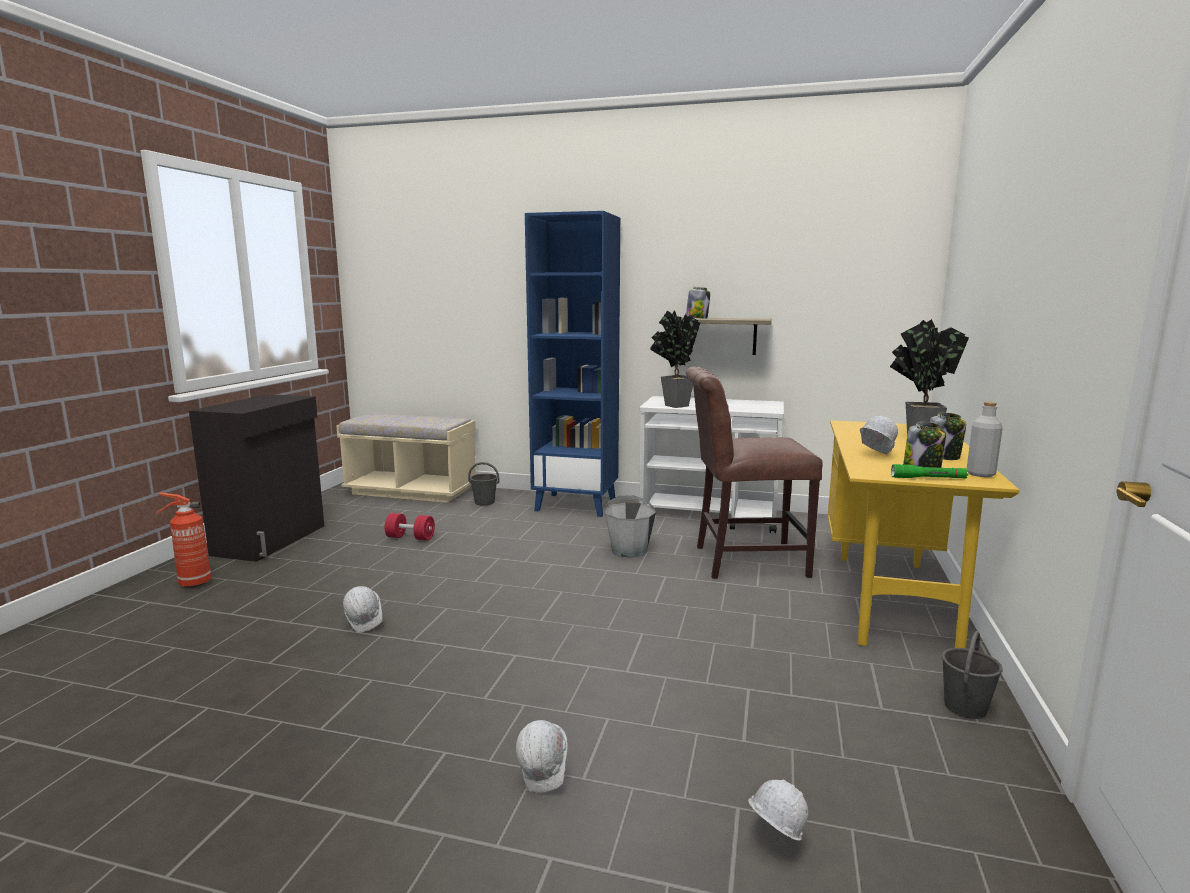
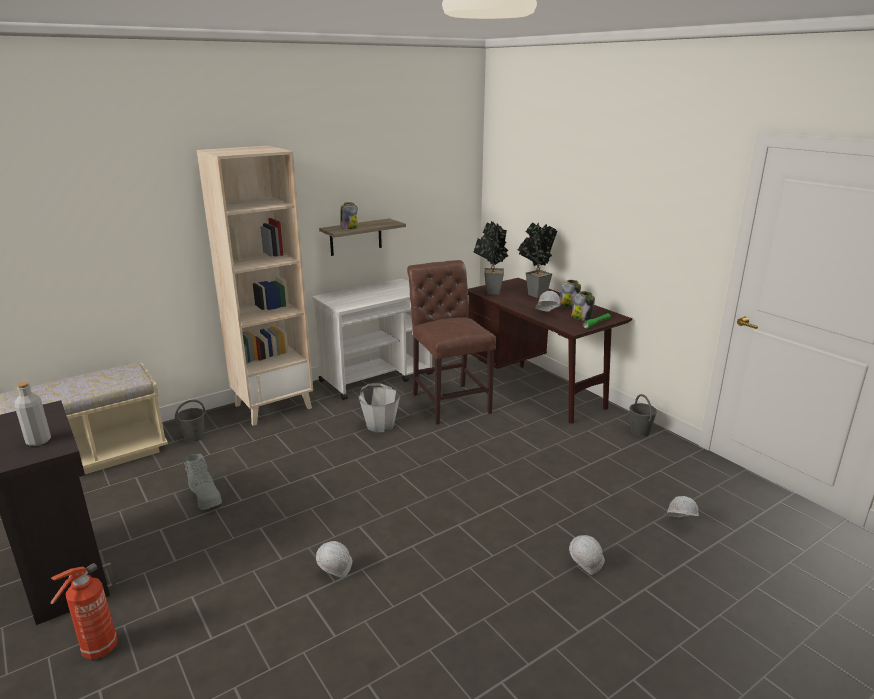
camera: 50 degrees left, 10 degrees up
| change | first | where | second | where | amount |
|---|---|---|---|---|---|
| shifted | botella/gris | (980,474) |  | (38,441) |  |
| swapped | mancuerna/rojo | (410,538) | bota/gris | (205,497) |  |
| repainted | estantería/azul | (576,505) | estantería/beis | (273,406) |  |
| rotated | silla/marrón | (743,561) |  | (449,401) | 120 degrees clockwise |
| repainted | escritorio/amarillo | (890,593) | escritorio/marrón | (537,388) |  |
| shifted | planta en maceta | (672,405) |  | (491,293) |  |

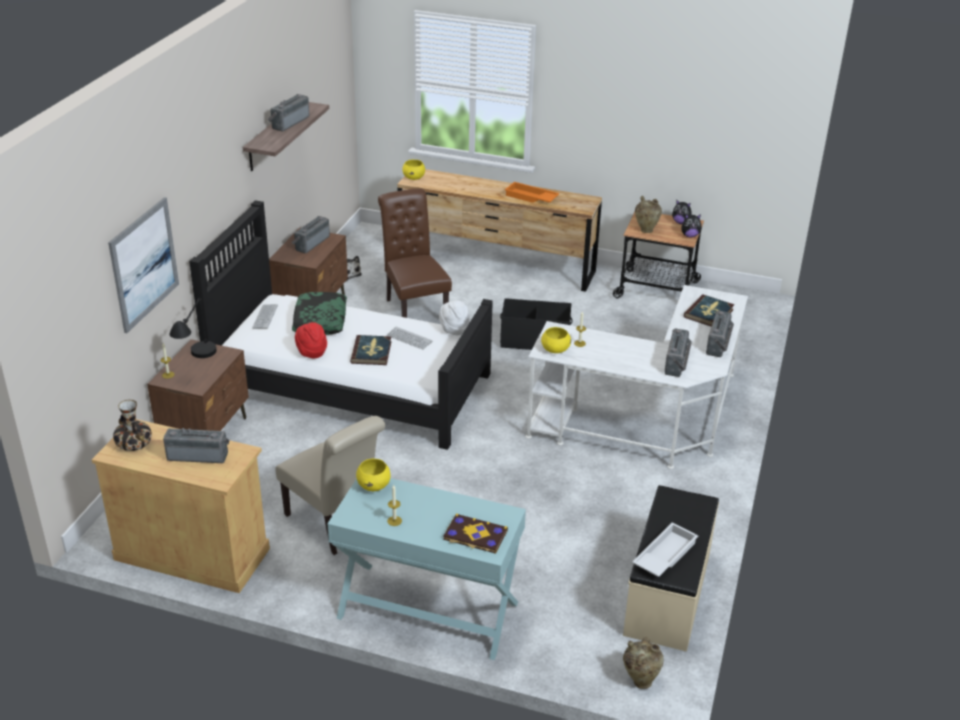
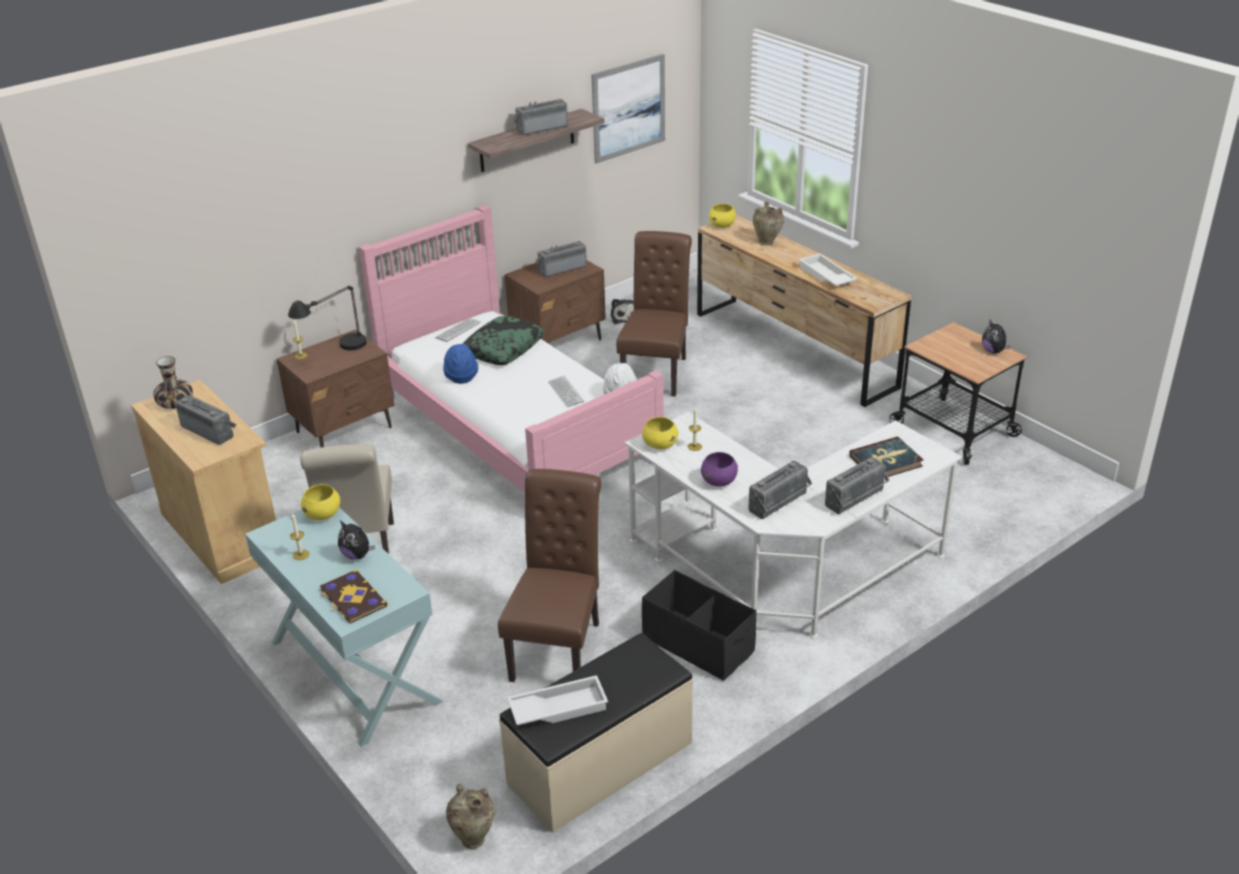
camera: 35 degrees right, 0 degrees up
| change | first | where | second | where | amount |
|---|---|---|---|---|---|
| shifted | peluche | (690,236) |  | (357,555) |  |
| repainted | cama/negro | (350,384) | cama/rosa | (515,427) |  |
| repainted | sombrero/rojo | (311,352) | sombrero/azul | (461,376) |  |
| new |  |  | silla/marrón | (558,646) |  |
| shifted | cuadro | (144,264) |  | (628,108) |  |
| shifted | caja de almacenaje/negro | (535,340) |  | (698,644) |  |
| new |  |  | cuenco/morado | (719,481) |  |
| shifted | florero/beis | (646,230) |  | (767,242) |  |
| repainted | bandeja/naranja | (530,197) | bandeja/blanco | (825,276) |  |
| gone | libro | (371,352) |  |  |  |

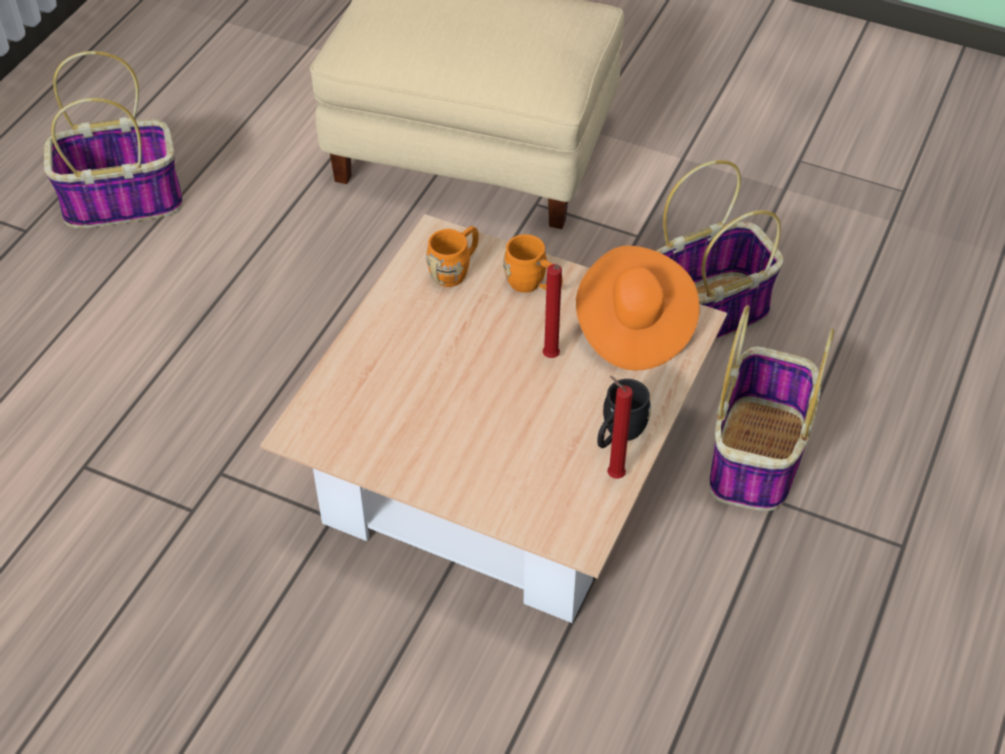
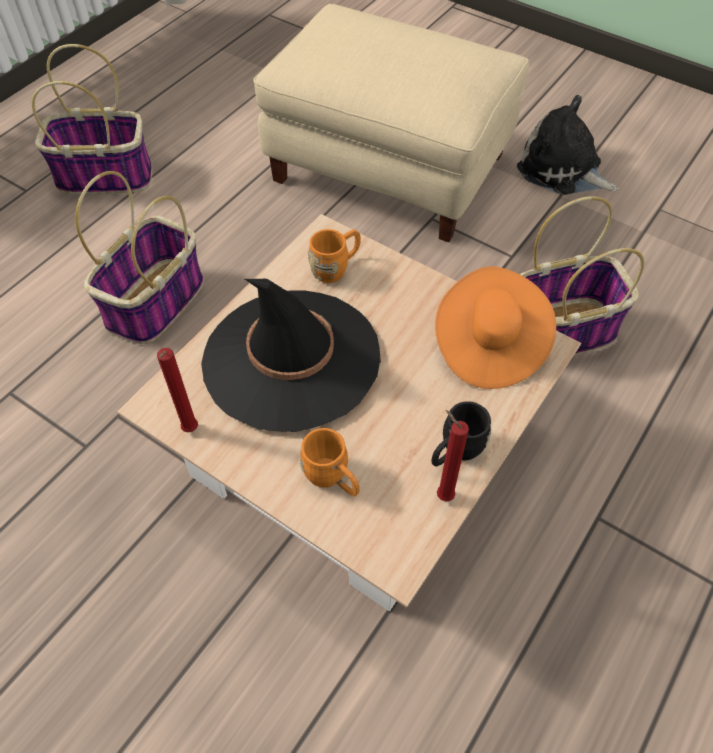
camera: 10 degrees right, 5 degrees up
| change | first | where | second | where | amount |
|---|---|---|---|---|---|
| shifted | cesta | (757,457) |  | (155,304) |  |
| shifted | vela/rojo | (551,358) |  | (190,431) |  |
| new |  |  | sombrero/negro | (291,359) |  |
| shifted | taza grande/naranja | (533,285) |  | (332,479) |  |
| new |  |  | peluche | (562,170) |  |

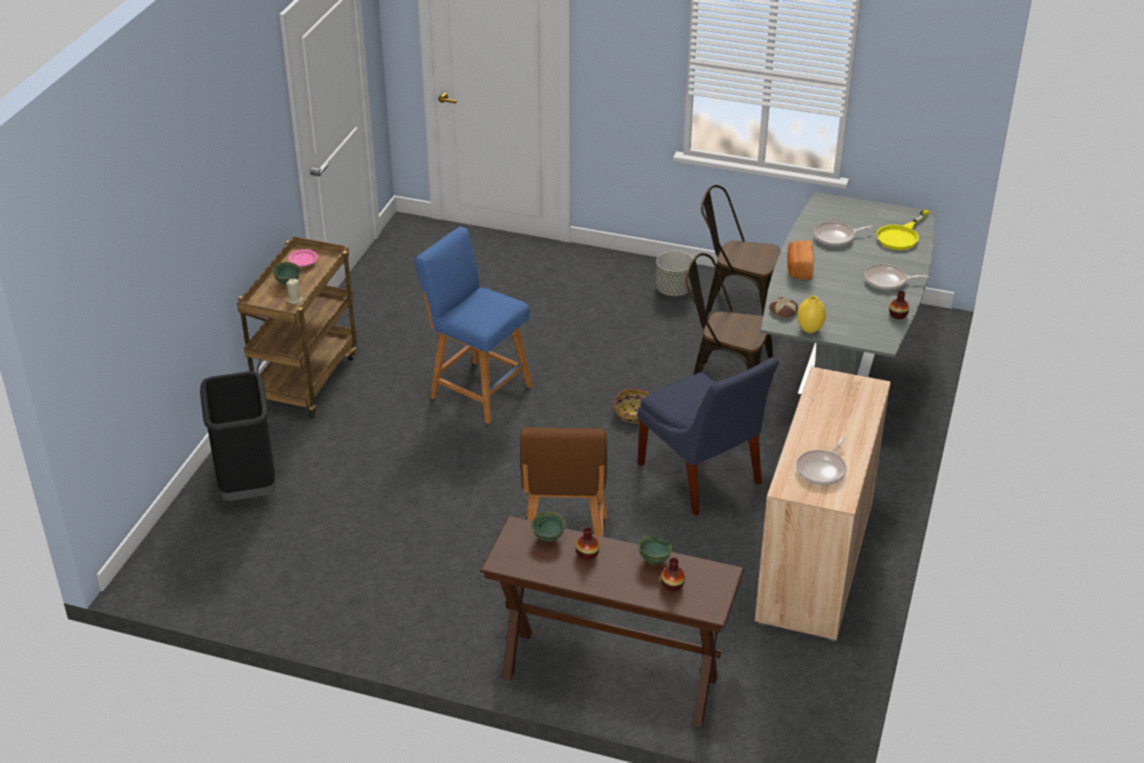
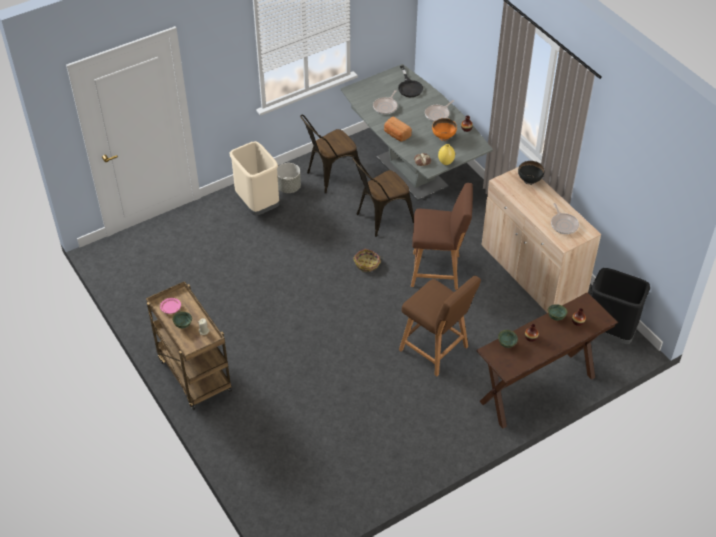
camera: 50 degrees left, 10 degrees up
| change | first | where | second | where | amount |
|---|---|---|---|---|---|
| new |  |  | papelera/beis | (257,205) |  |
| repainted | sartén/amarillo | (901,236) | sartén/negro | (409,86) |  |
| swapped | silla/azul | (702,477) | taburete/marrón | (438,271) |  |
| new |  |  | cuenco/naranja | (443,137) |  |
| new |  |  | cuenco/negro | (529,181) |  |
| shifted | papelera/negro | (248,486) |  | (609,332) |  |
| gone | taburete/azul | (477,389) |  |  |  |

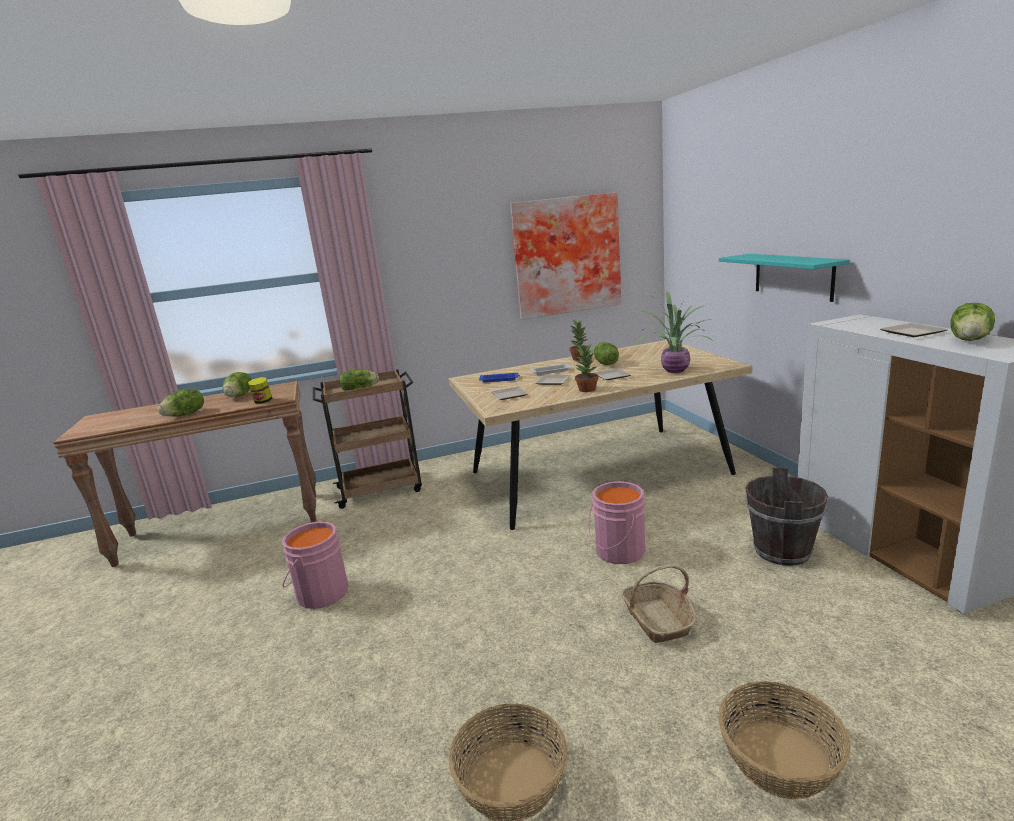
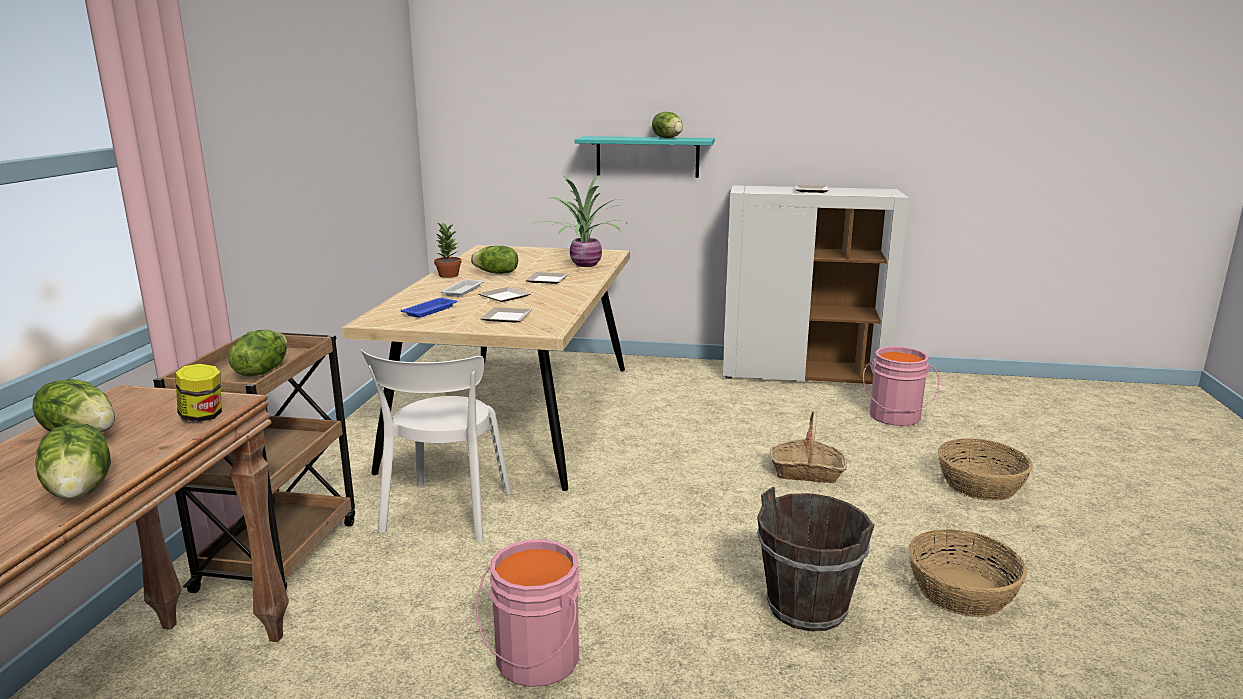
camera: 65 degrees left, 0 degrees up
| change | first | where | second | where | amount |
|---|---|---|---|---|---|
| new |  |  | silla/blanco | (445,514) |  |
| shifted | lechuga | (970,340) |  | (668,138) |  |
| shifted | cubo/marrón | (781,551) |  | (806,608) |  |
| shifted | cubo/rosa | (617,551) |  | (895,417) |  |
| gone | cuadro | (566,255) |  |  |  |
| gone | planta en maceta | (586,389) |  |  |  |

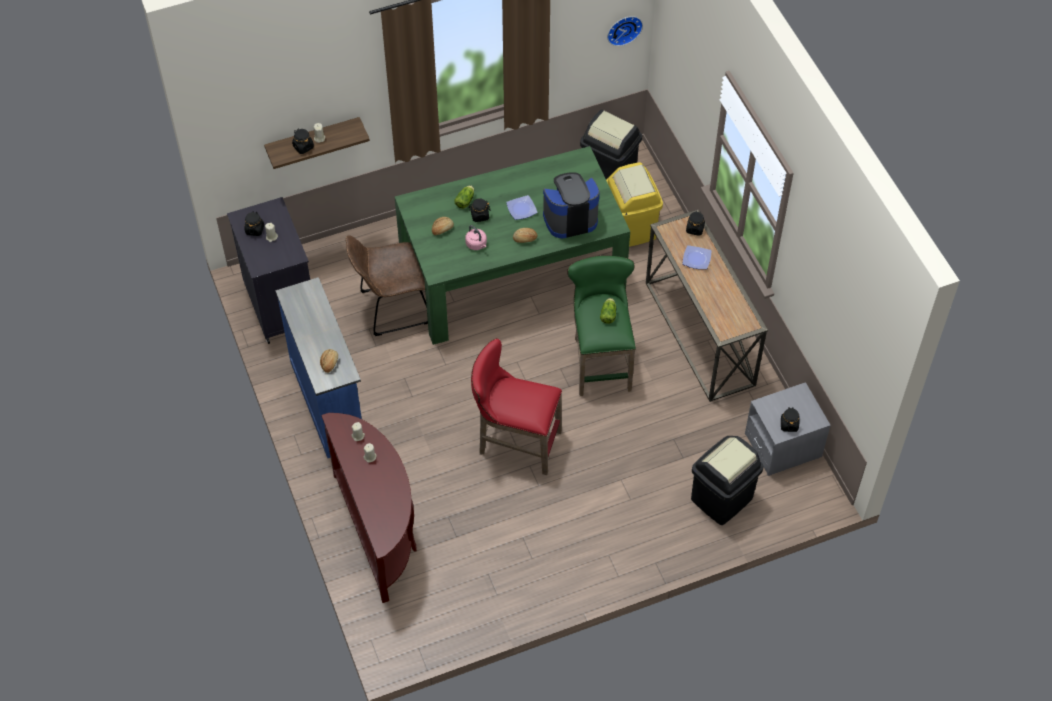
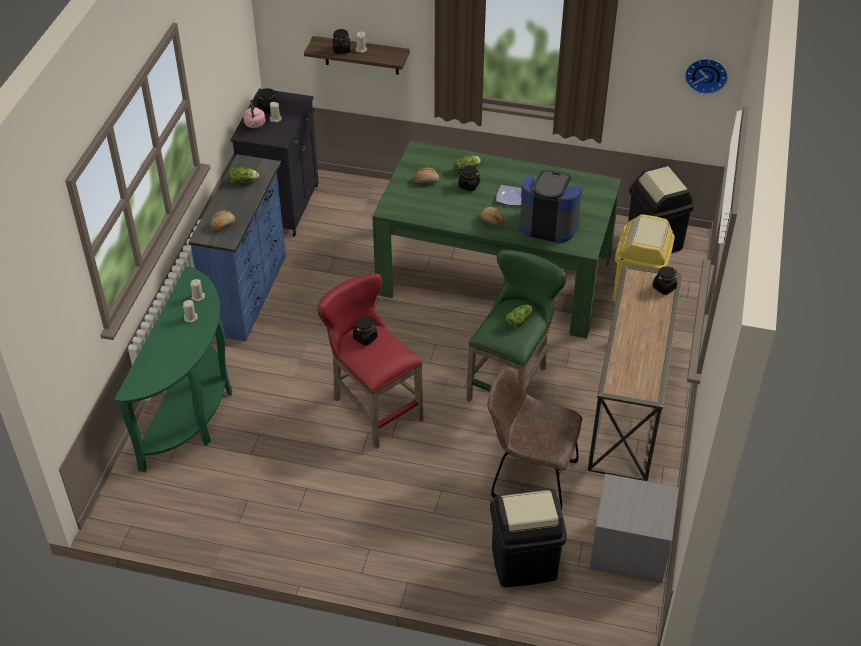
camera: 35 degrees right, 10 degrees down
| change | first | where | second | where | amount |
|---|---|---|---|---|---|
| repainted | mesa consola/marrón | (379,531) | mesa consola/verde | (192,412) |  |
| new |  |  | lechuga | (244,181) |  |
| shifted | hervidor/rosa | (477,244) |  | (255,125) |  |
| shifted | tarro/negro | (789,425) |  | (365,338) |  |
| shifted | silla/marrón | (391,308) |  | (529,478) |  |
| gone | plato | (697,259) |  |  |  |

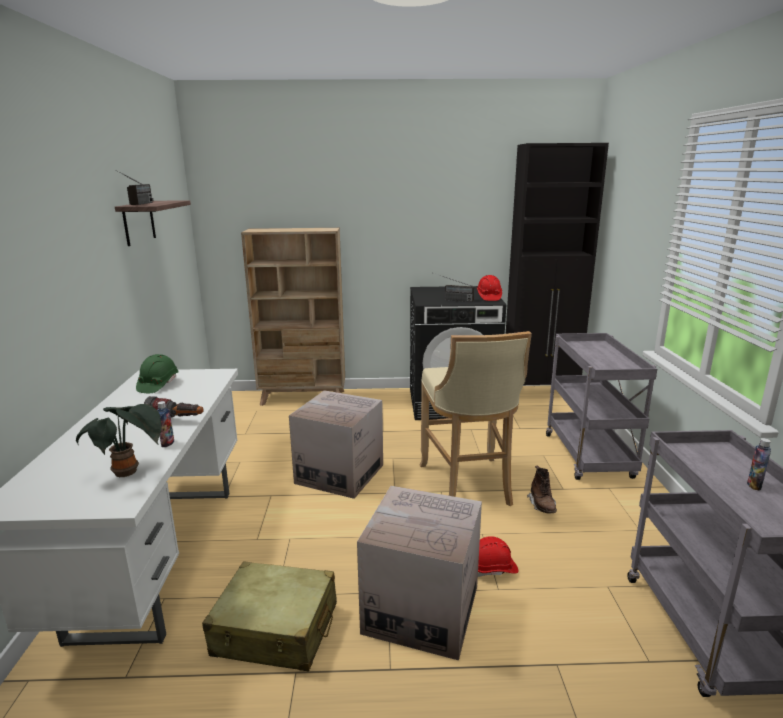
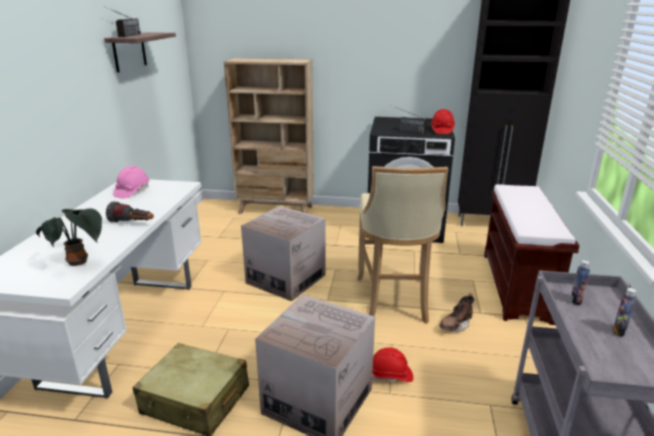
camera: 10 degrees right, 5 degrees up
| change | first | where | second | where | amount |
|---|---|---|---|---|---|
| repainted | casco/verde | (158,385) | casco/rosa | (132,191) |  |
| rotated | bota/marrón | (542,506) |  | (455,326) | 45 degrees clockwise |
| swapped | carrito/gris | (589,457) | banco/marrón | (516,287) |  |
| shifted | botella | (167,443) |  | (576,300) |  |

